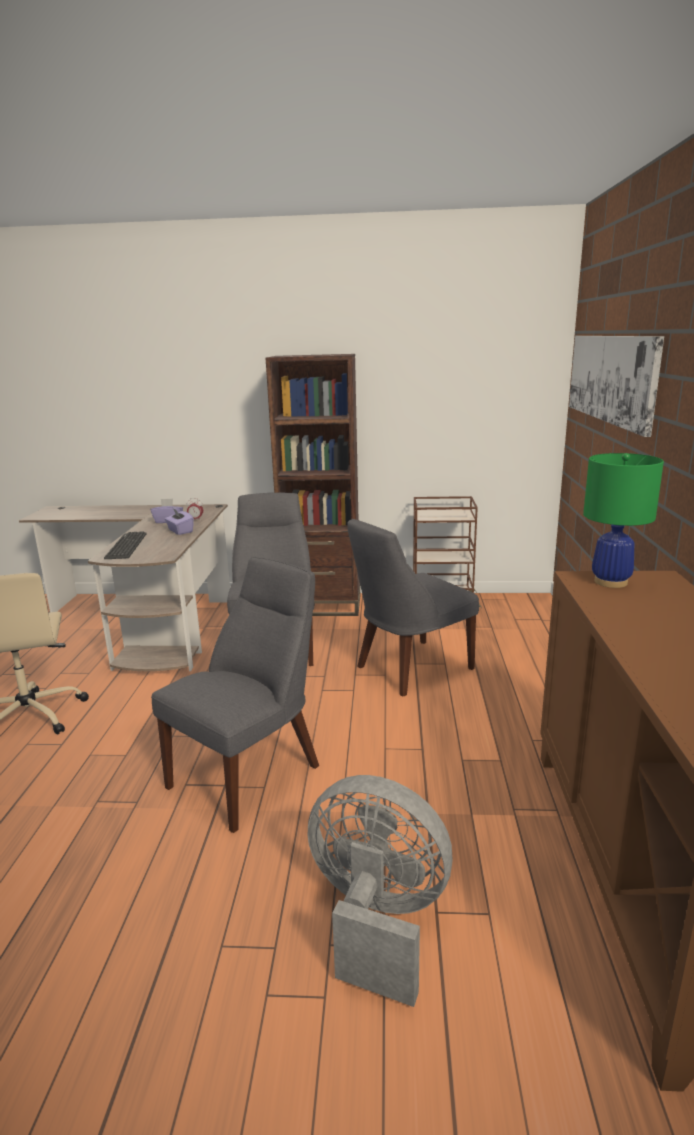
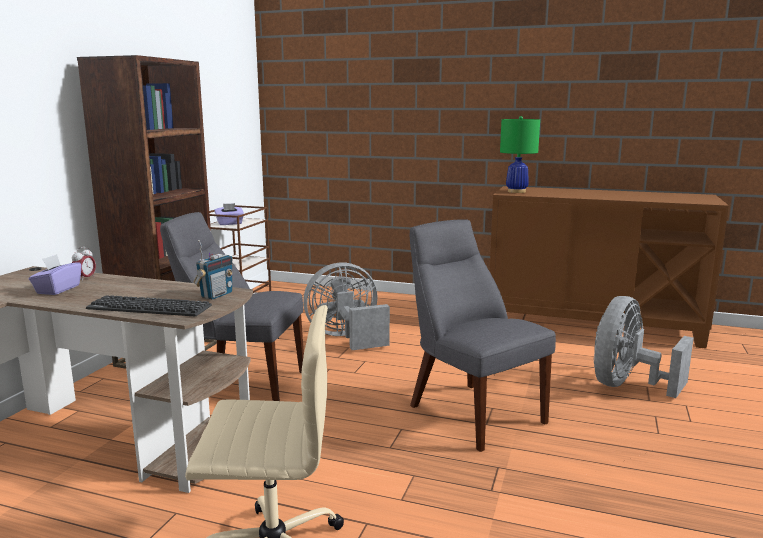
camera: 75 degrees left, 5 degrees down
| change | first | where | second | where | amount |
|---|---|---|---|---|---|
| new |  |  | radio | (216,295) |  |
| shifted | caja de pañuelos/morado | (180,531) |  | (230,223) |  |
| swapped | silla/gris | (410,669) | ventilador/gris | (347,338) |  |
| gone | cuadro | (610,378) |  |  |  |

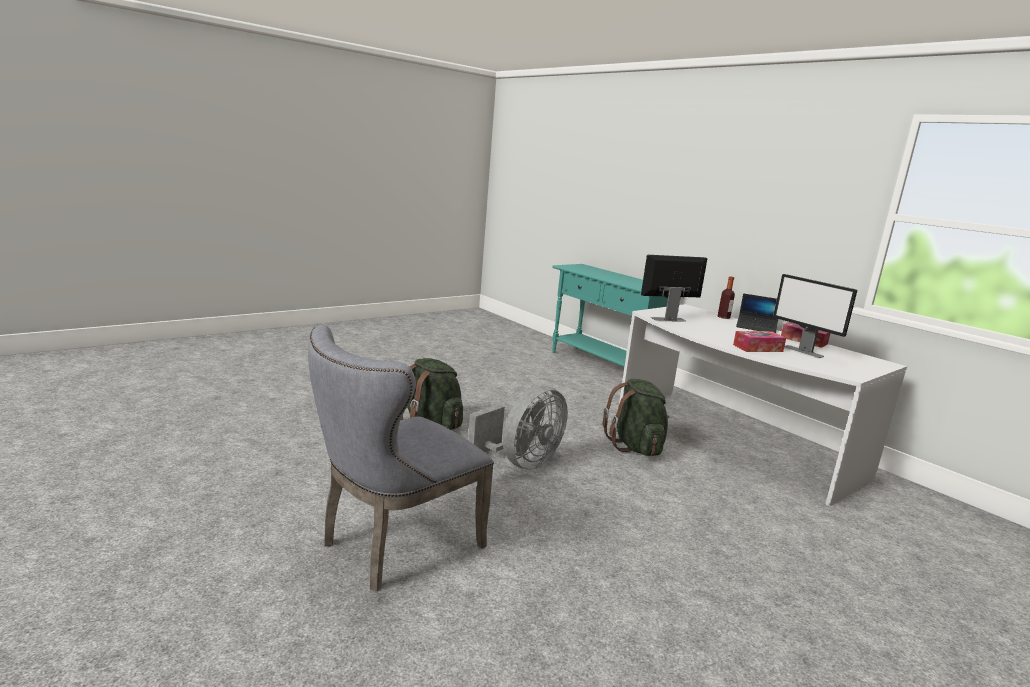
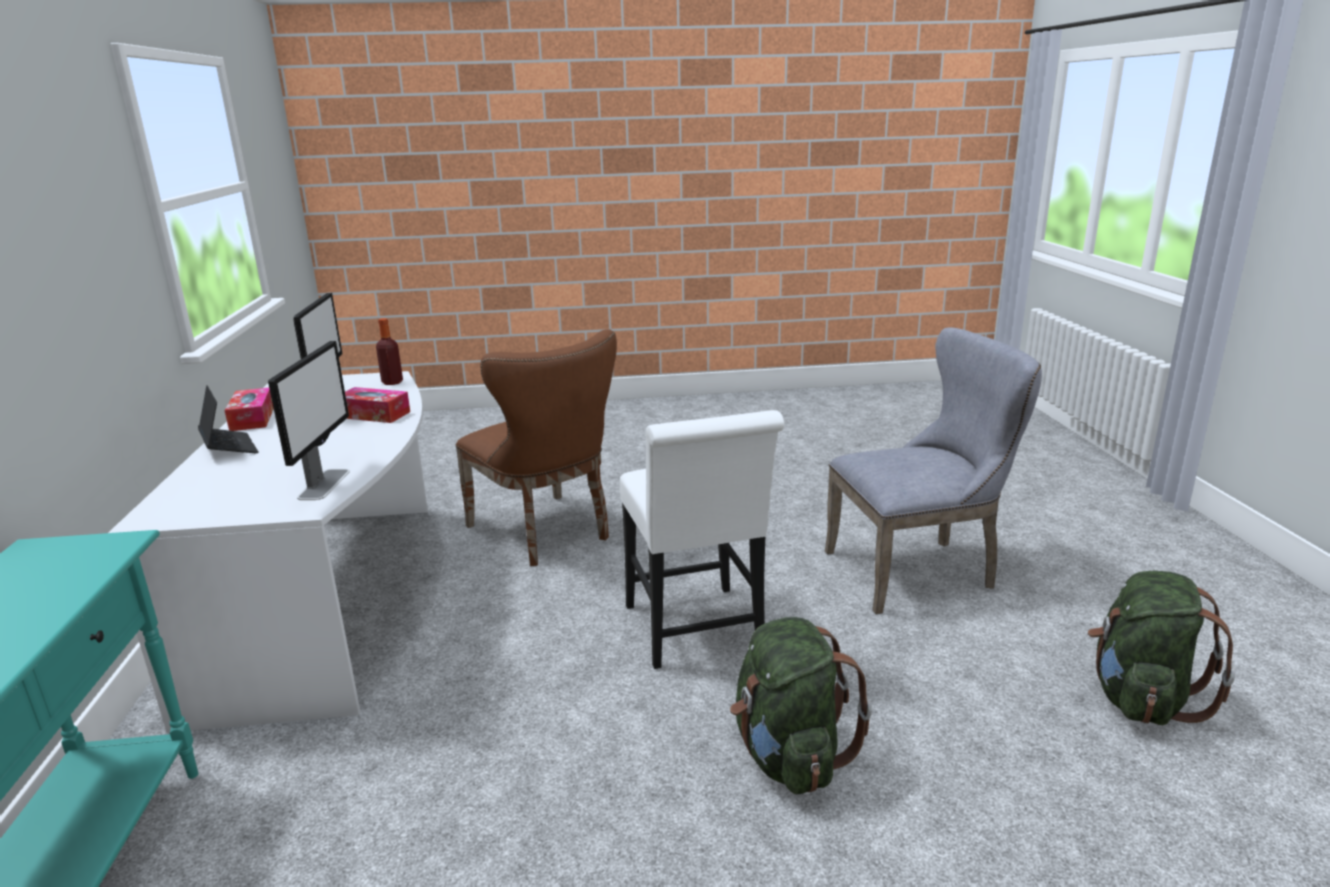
camera: 145 degrees left, 5 degrees up
| change | first | where | second | where | amount |
|---|---|---|---|---|---|
| rotated | monitor | (668,319) |  | (324,484) | 105 degrees counterclockwise |
| shifted | botella | (723,317) |  | (392,382) |  |
| new |  |  | silla/marrón | (546,534) |  |
| swapped | ventilador/gris | (521,462) | silla/blanco | (696,632) |  |
| shifted | mochila/verde | (635,447) |  | (1140,698) |  |

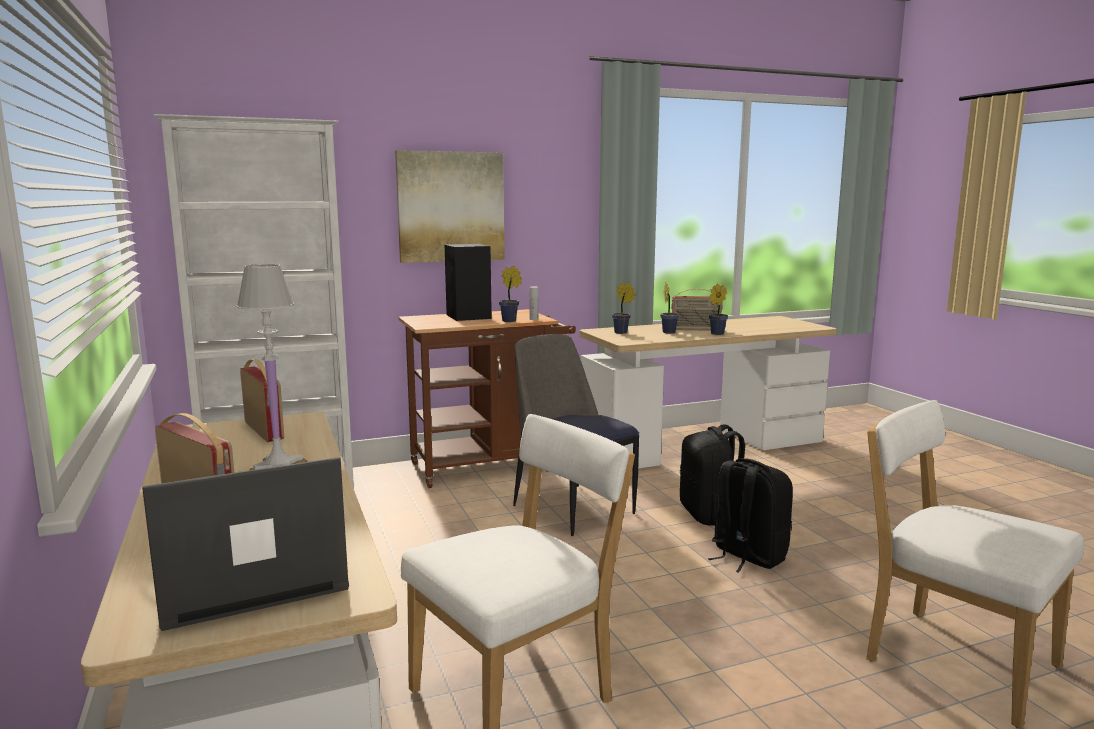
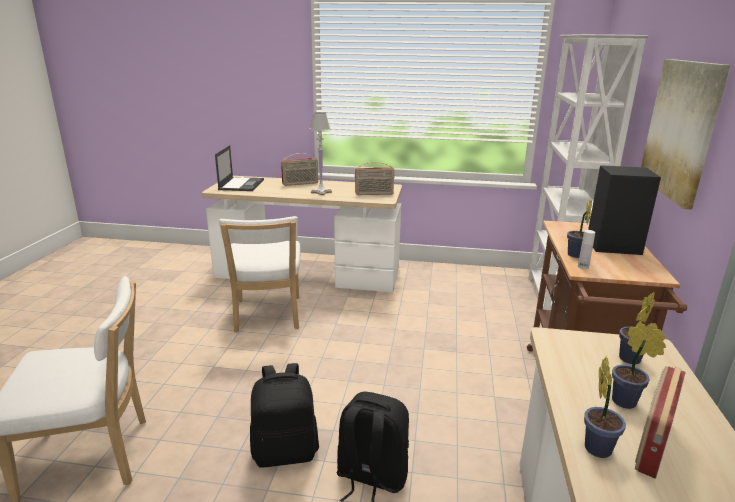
camera: 120 degrees right, 10 degrees up
| change | first | where | second | where | amount |
|---|---|---|---|---|---|
| gone | silla | (571,508) |  |  |  |

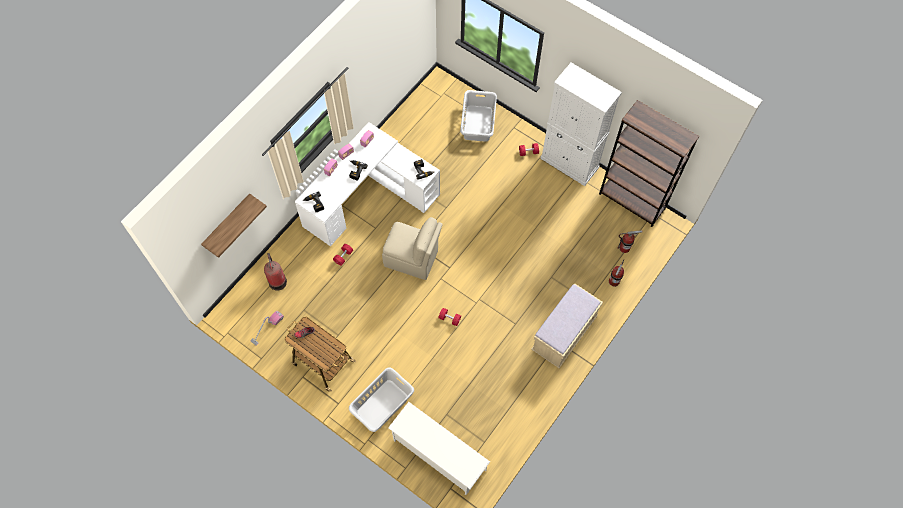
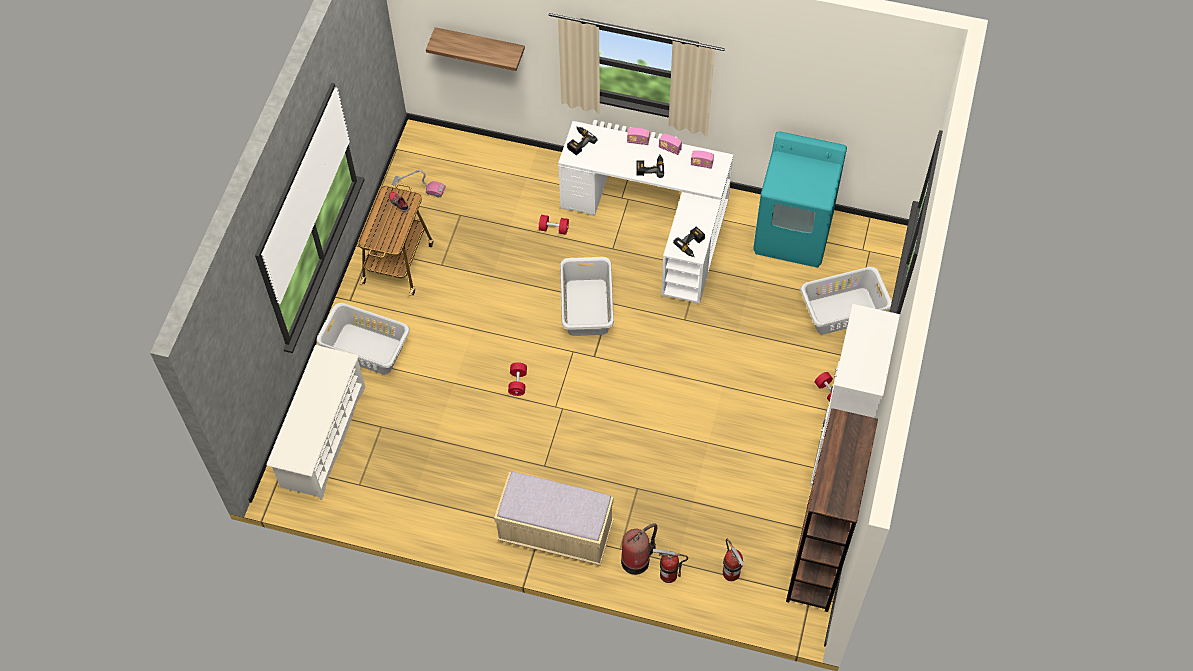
camera: 70 degrees right, 5 degrees down
| change | first | where | second | where | amount |
|---|---|---|---|---|---|
| swapped | silla/beis | (412,259) | cesto de la ropa/gris | (586,308) |  |
| shifted | extintor | (277,280) |  | (637,560) |  |
| new |  |  | lavadora/turquesa | (793,234) |  |

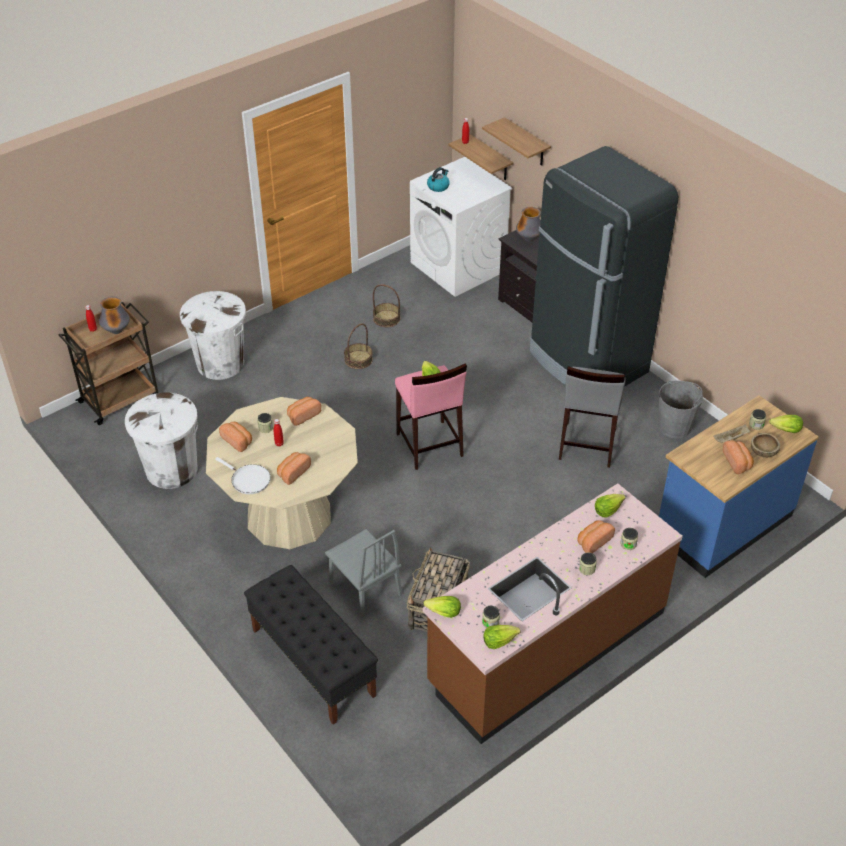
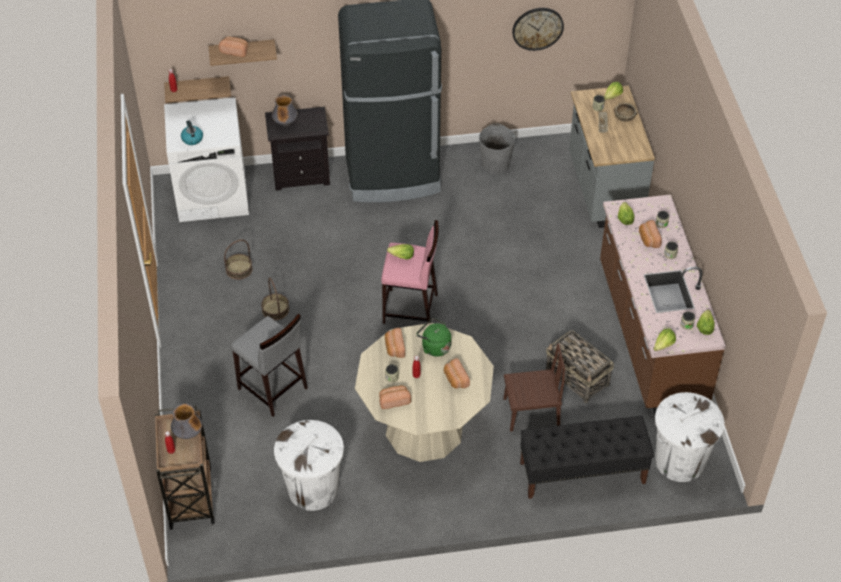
camera: 60 degrees left, 5 degrees up
| change | first | where | second | where | amount |
|---|---|---|---|---|---|
| shifted | pan | (737,462) |  | (235,51) |  |
| shifted | taburete/gris | (586,445) |  | (272,389) |  |
| new |  |  | hervidor/verde | (434,347) |  |
| repainted | silla/gris | (365,588) | silla/marrón | (531,412) |  |
| new |  |  | reloj de pared | (537,28) |  |
| repainted | mueble bajo de cocina/azul | (722,525) | mueble bajo de cocina/gris | (603,189) |  |
| shifted | papelera/blanco | (220,363) |  | (679,461) |  |
| gone | sartén/blanco | (248,480) |  |  |  |

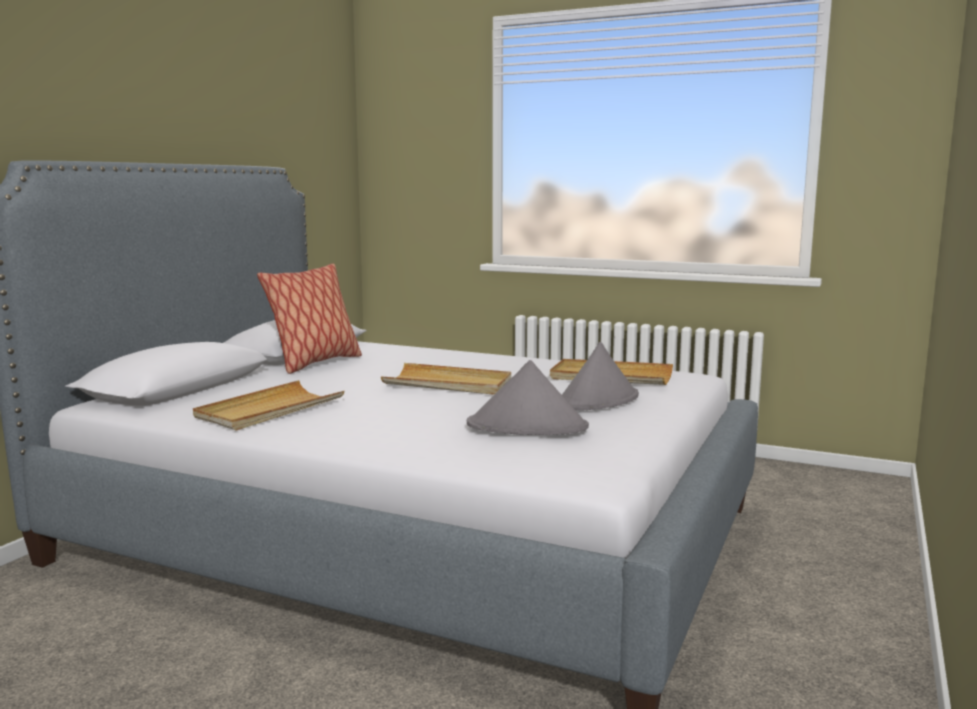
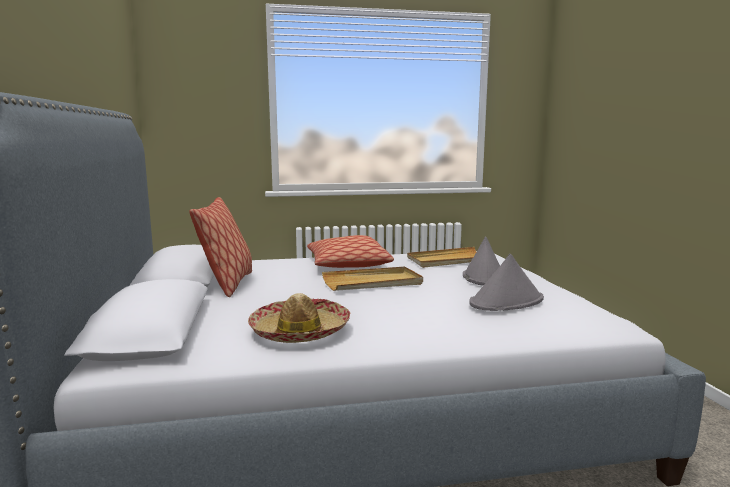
camera: 35 degrees left, 0 degrees up
| change | first | where | second | where | amount |
|---|---|---|---|---|---|
| swapped | bandeja/beis | (269,410) | sombrero | (300,331) |  |
| new |  |  | cojín | (348,264) |  |

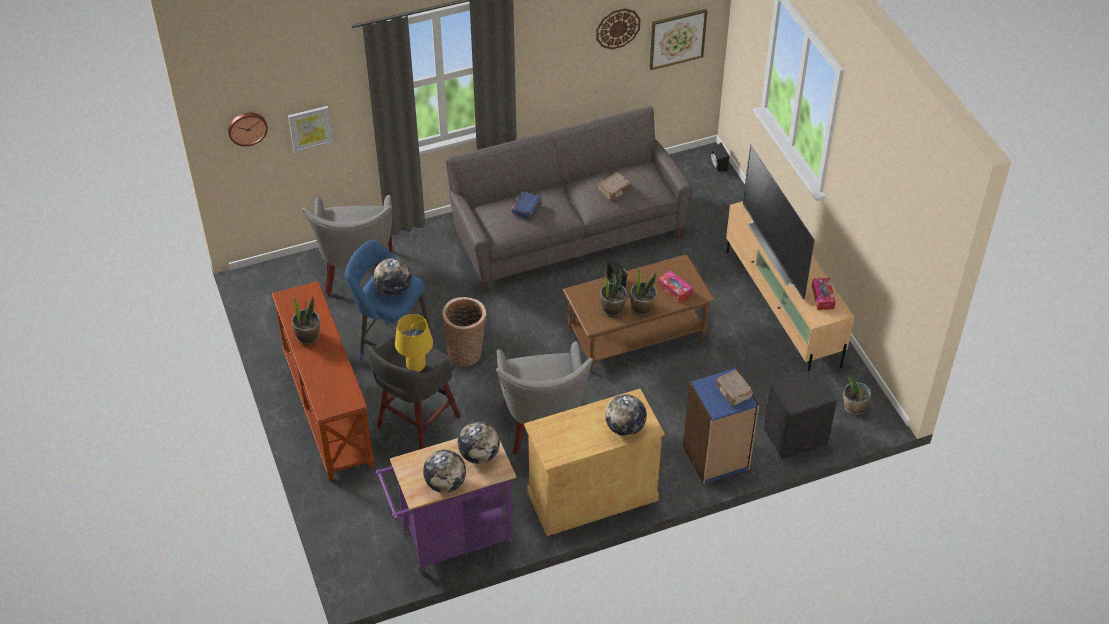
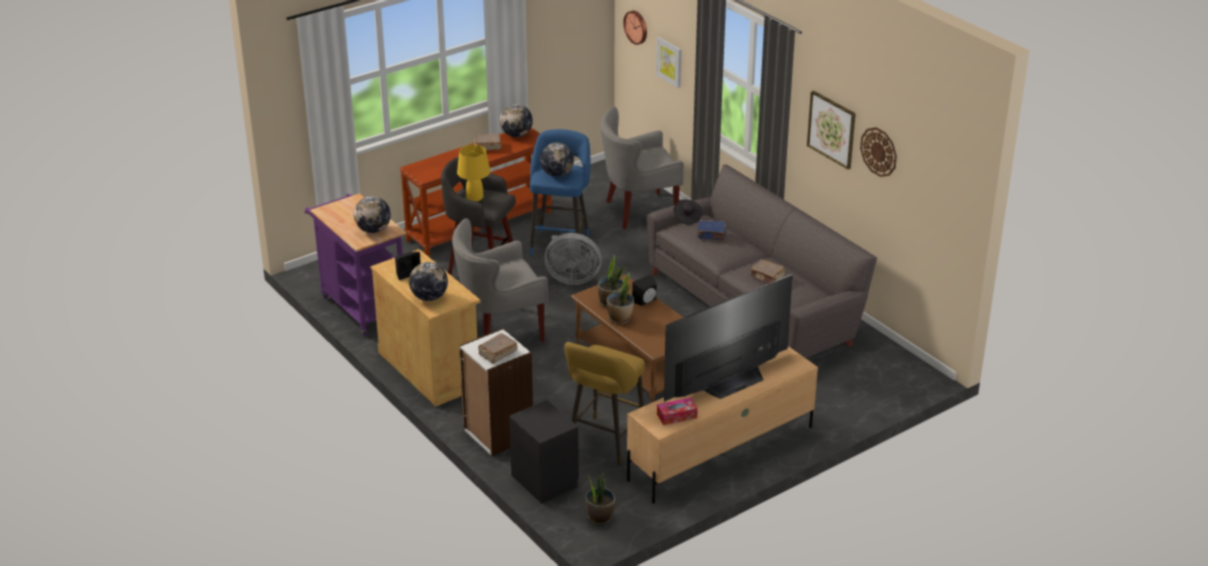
camera: 75 degrees right, 15 degrees down
| change | first | where | second | where | amount |
|---|---|---|---|---|---|
| shifted | altavoz/negro | (717,166) |  | (406,273) |  |
| repainted | estantería/azul | (716,458) | estantería/blanco | (498,434) |  |
| swapped | planta en maceta | (308,336) | libro/marrón | (487,147) |  |
| shifted | globo terráqueo | (445,483) |  | (516,135) |  |
| swapped | cesta | (466,352) | ventilador/gris | (572,279) |  |
| new |  |  | taburete/amarillo | (604,443) |  |
| new |  |  | sombrero/negro | (687,217) |  |
| shifted | cuadro | (677,38) |  | (832,129) |  |
| gone | caja de pañuelos | (674,290) |  |  |  |

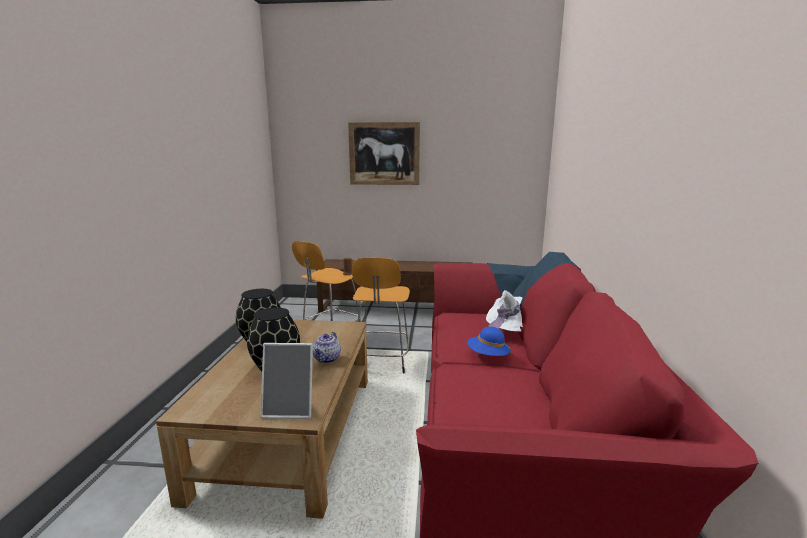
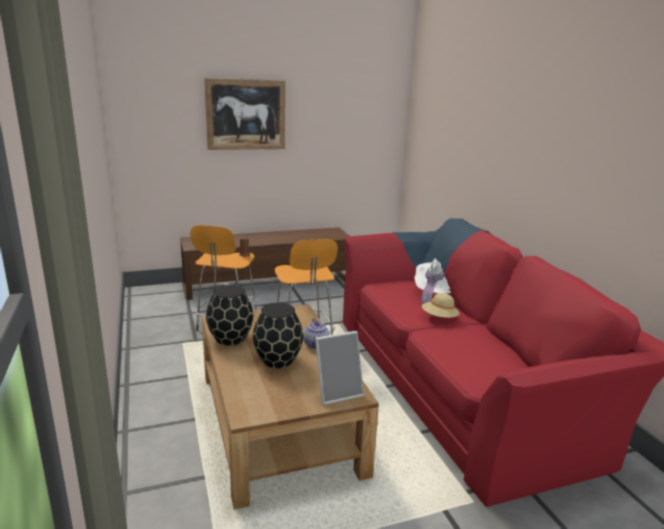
camera: 25 degrees left, 5 degrees up
| change | first | where | second | where | amount |
|---|---|---|---|---|---|
| repainted | sombrero/azul | (488,356) | sombrero/beis | (439,318) |  |

